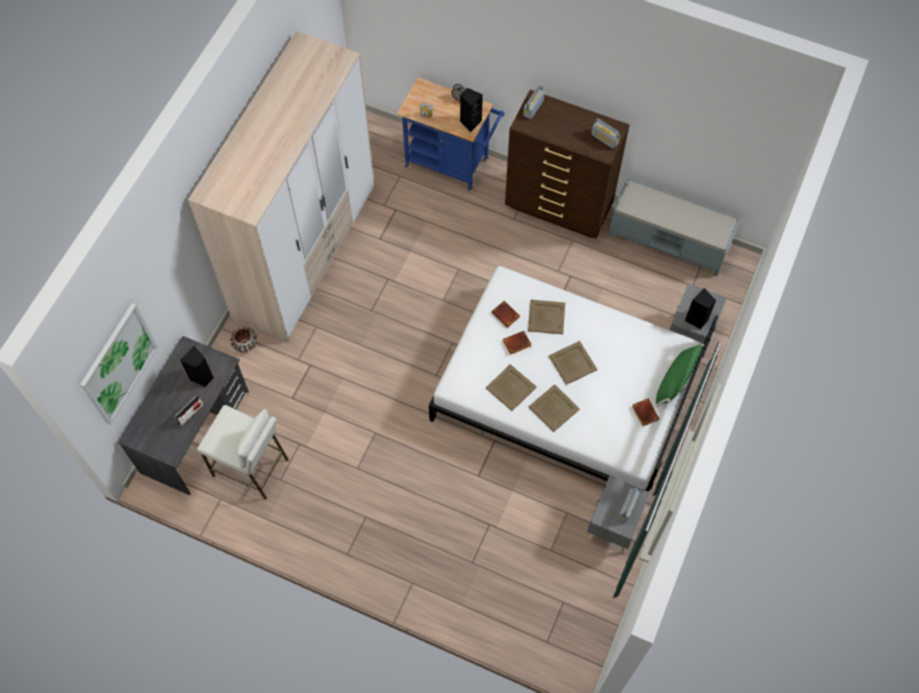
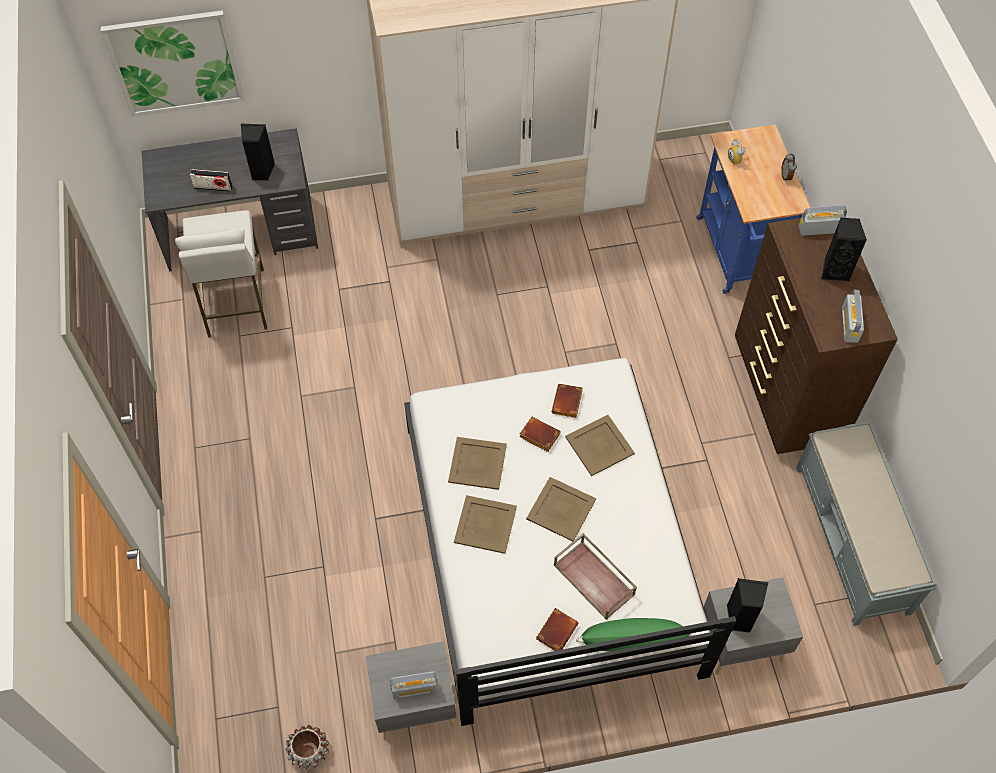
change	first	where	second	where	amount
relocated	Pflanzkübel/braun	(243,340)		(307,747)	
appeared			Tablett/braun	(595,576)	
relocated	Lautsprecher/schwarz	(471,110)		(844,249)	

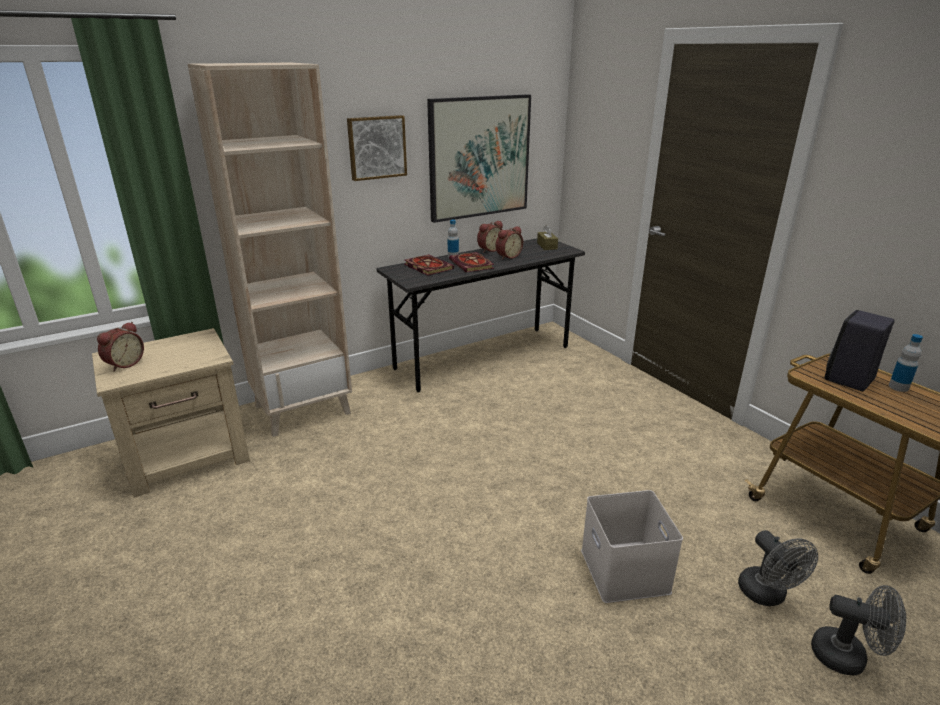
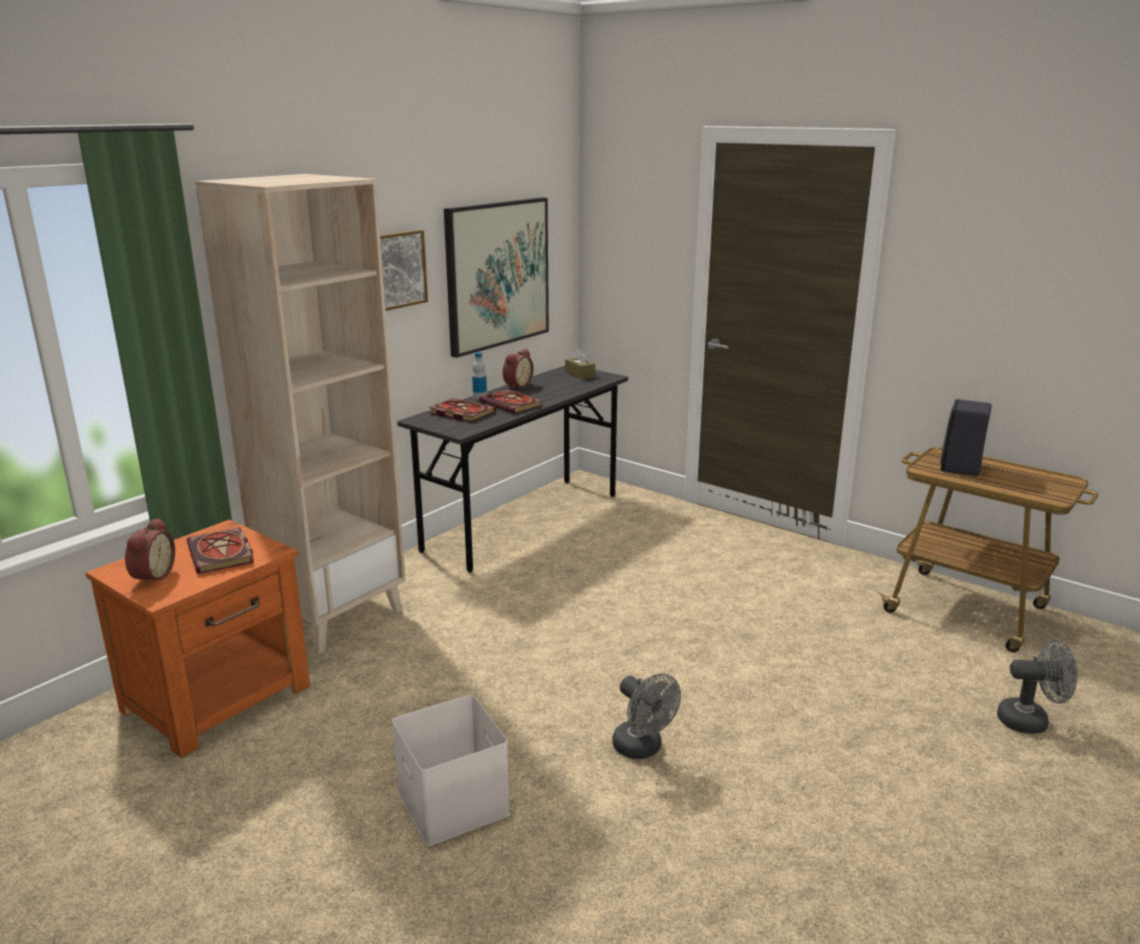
change	first	where	second	where	amount
colour	Nachttisch/beige	(171,412)	Nachttisch/orange	(198,638)	
appeared			Buch	(220,550)	
relocated	Aufbewahrungsbox/weiß	(632,546)		(451,770)	
relocated	Ventilator/grau	(778,568)		(646,716)	
missing	Wecker	(509,243)			
missing	Flasche	(906,363)			

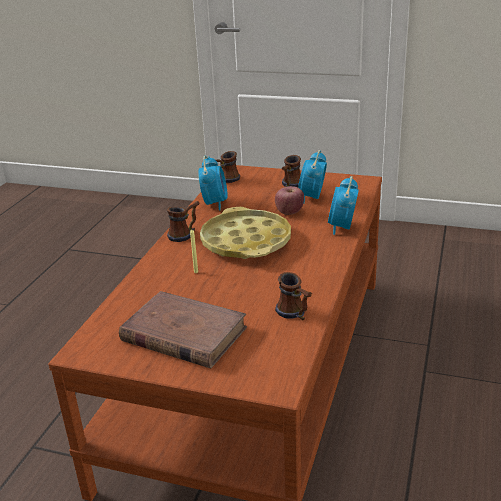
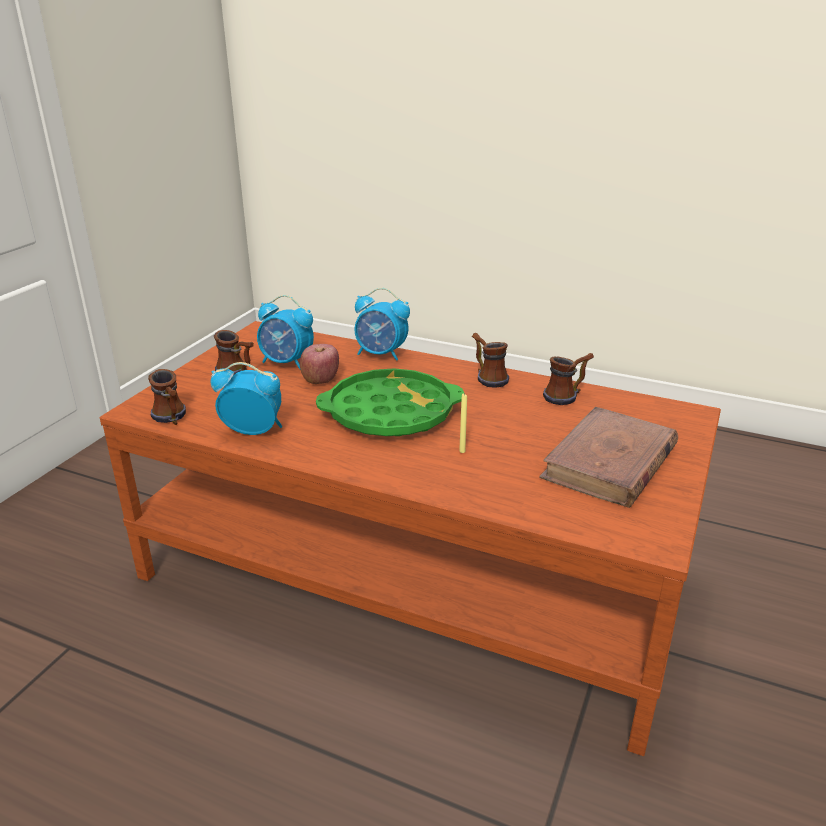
change	first	where	second	where	amount
colour	Tablett/gelb	(245,233)	Tablett/grün	(390,402)	
relocated	Henkelbecher	(183,221)		(490,360)	

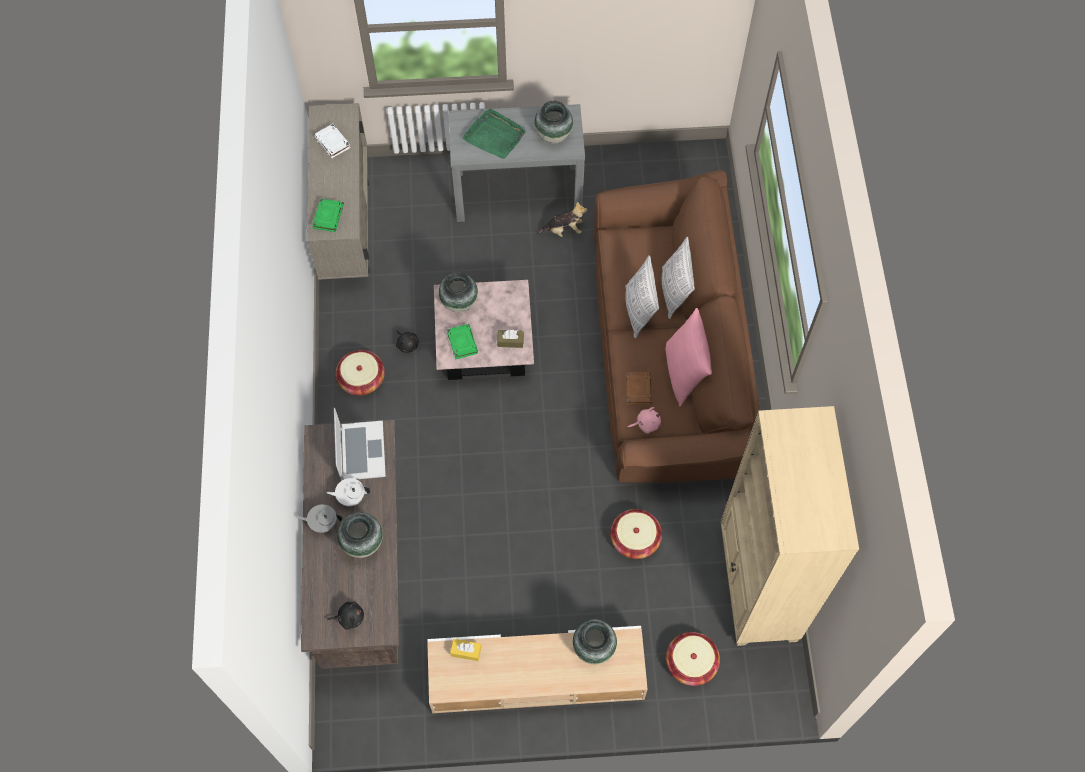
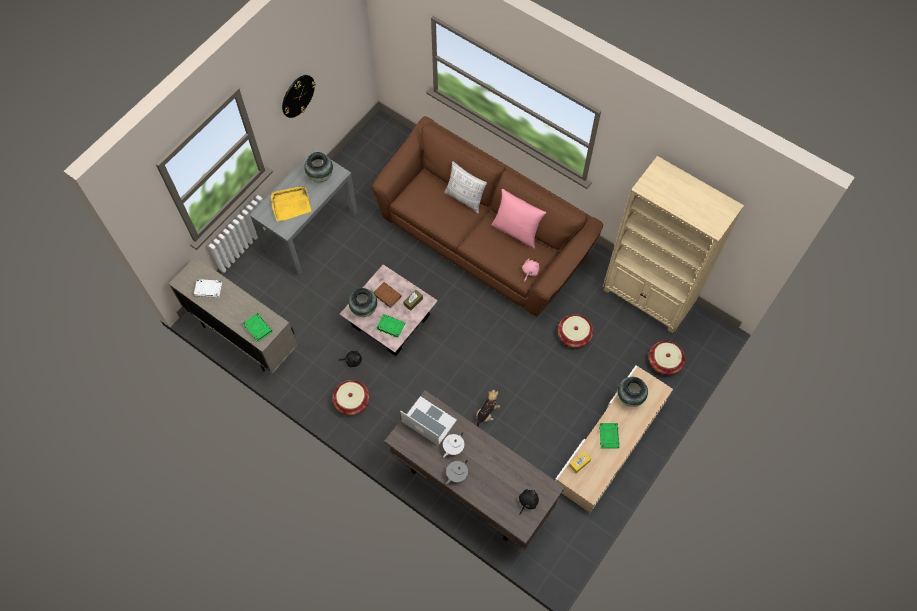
change	first	where	second	where	amount
colour	Tablett/grün	(494,134)	Tablett/gelb	(291,203)	
appeared			Wanduhr	(299,96)	
relocated	Buch/braun	(639,388)		(387,295)	
relocated	Plüschtier	(562,219)		(488,408)	
appeared			Buch/grün	(609,435)	
missing	Vase	(360,535)			
missing	Kissen	(642,297)			

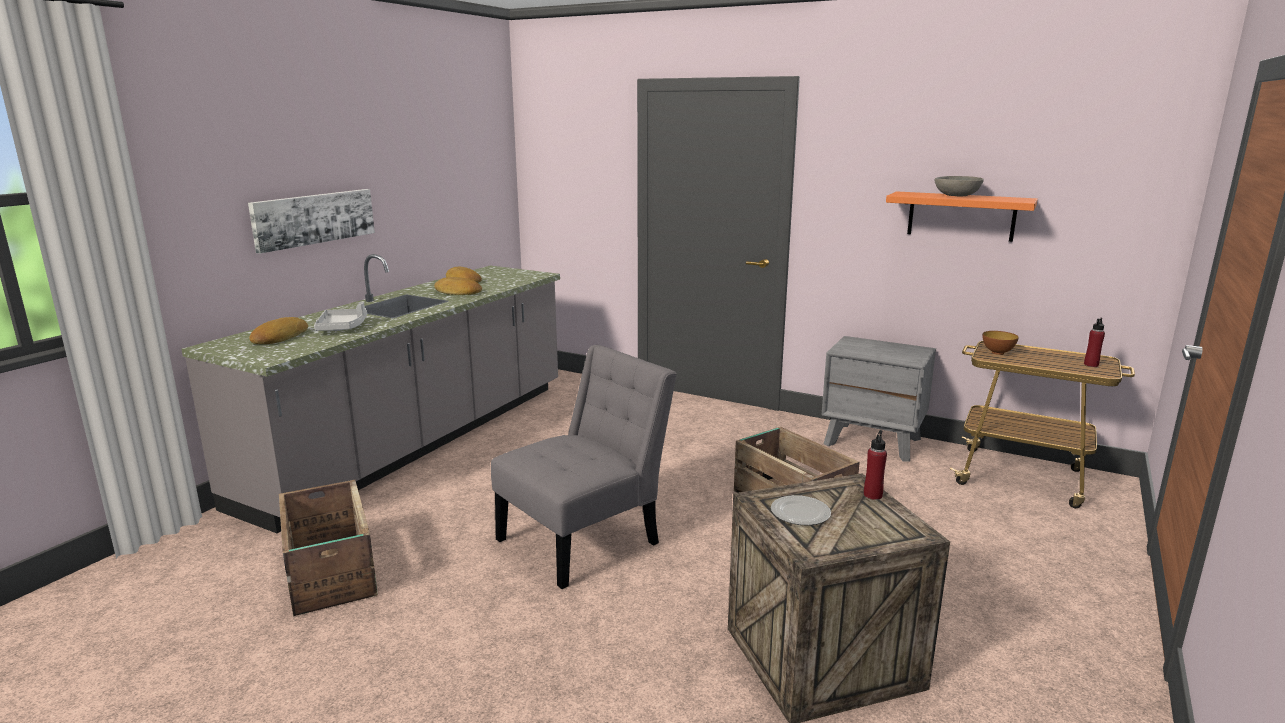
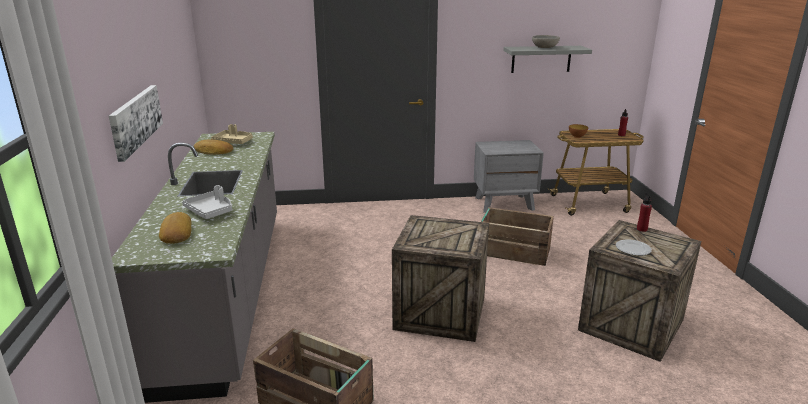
change	first	where	second	where	amount
appeared			Tablett/beige	(232,134)	
exchanged	Stuhl/grau	(584,467)	Kiste	(440,278)	
colour	Wandregal/orange	(962,216)	Wandregal/grau	(547,59)	
missing	Brot	(458,286)			

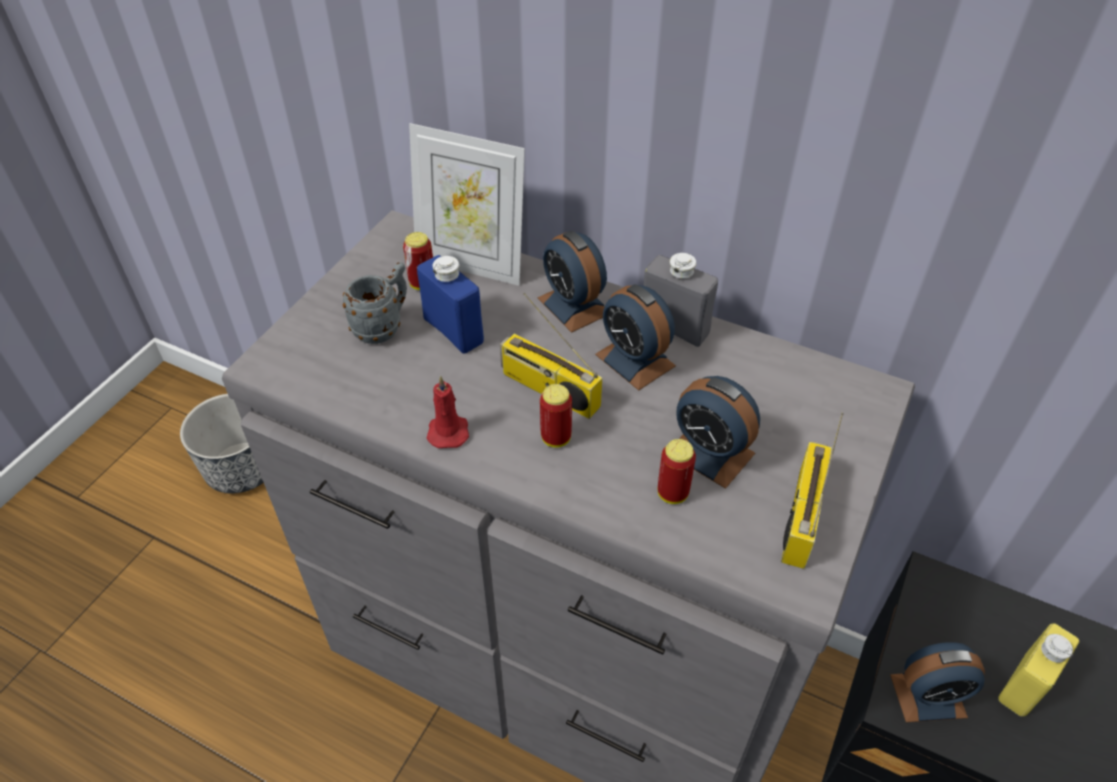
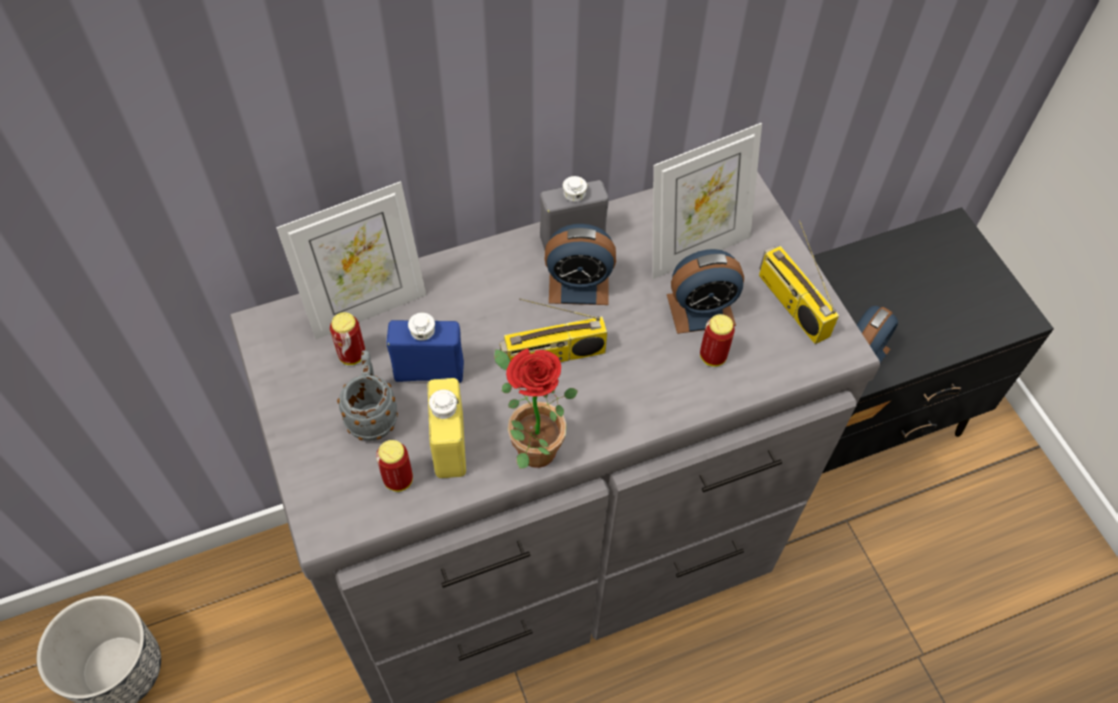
change	first	where	second	where	amount
relocated	Dose	(556,416)		(394,466)	
relocated	Flasche/gelb	(1038,670)		(446,428)	
exchanged	Kerze/rot	(448,412)	Topfpflanze	(536,409)	
appeared			Bilderrahmen	(707,201)	
missing	Wecker	(572,282)			

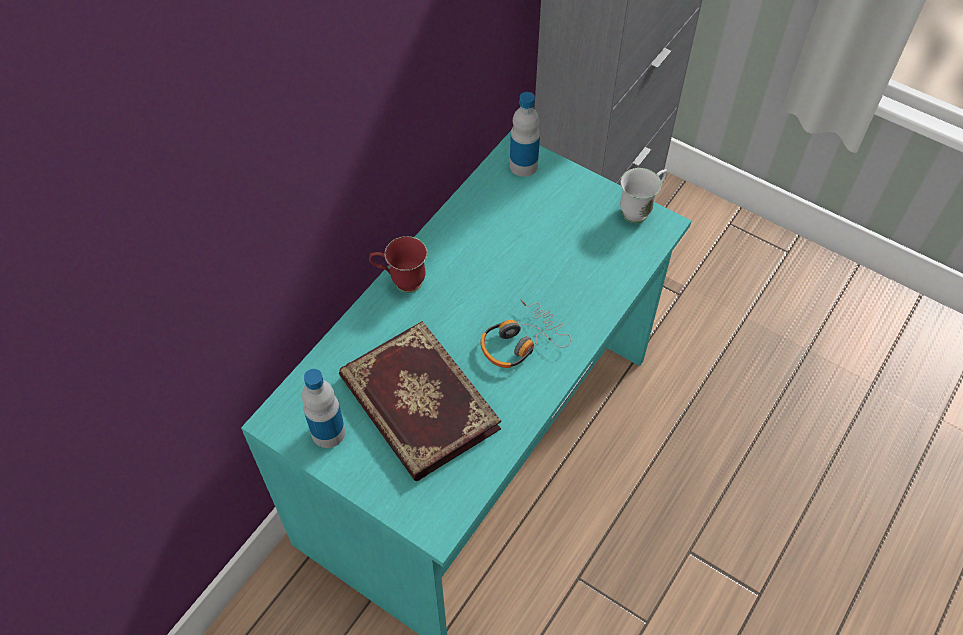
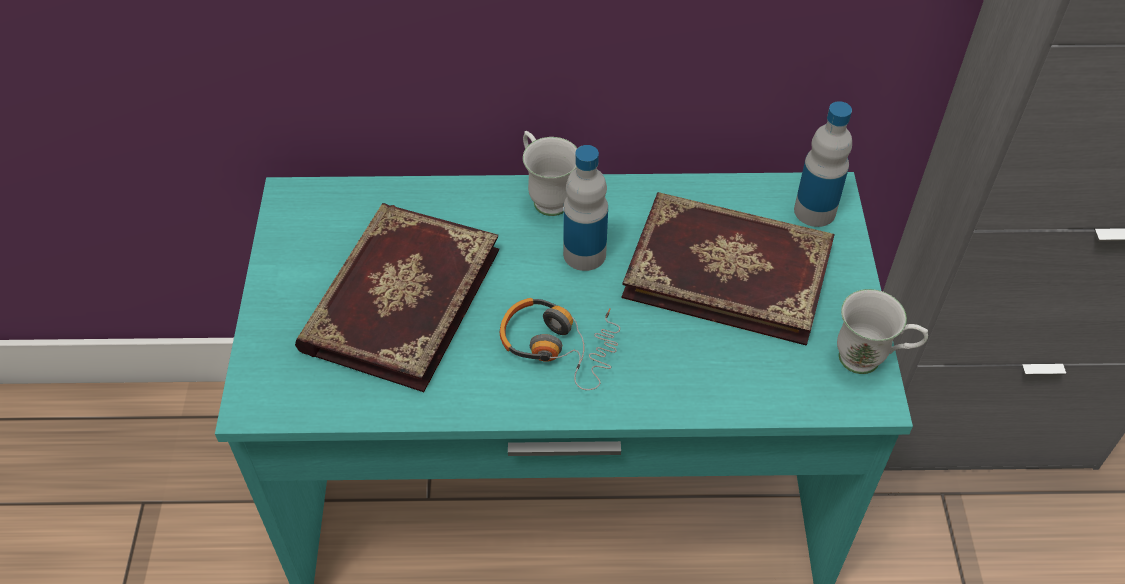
change	first	where	second	where	amount
colour	Henkelbecher/rot	(398,264)	Henkelbecher/weiß	(550,173)	
relocated	Flasche	(323,408)		(585,208)	
appeared			Buch	(728,269)	

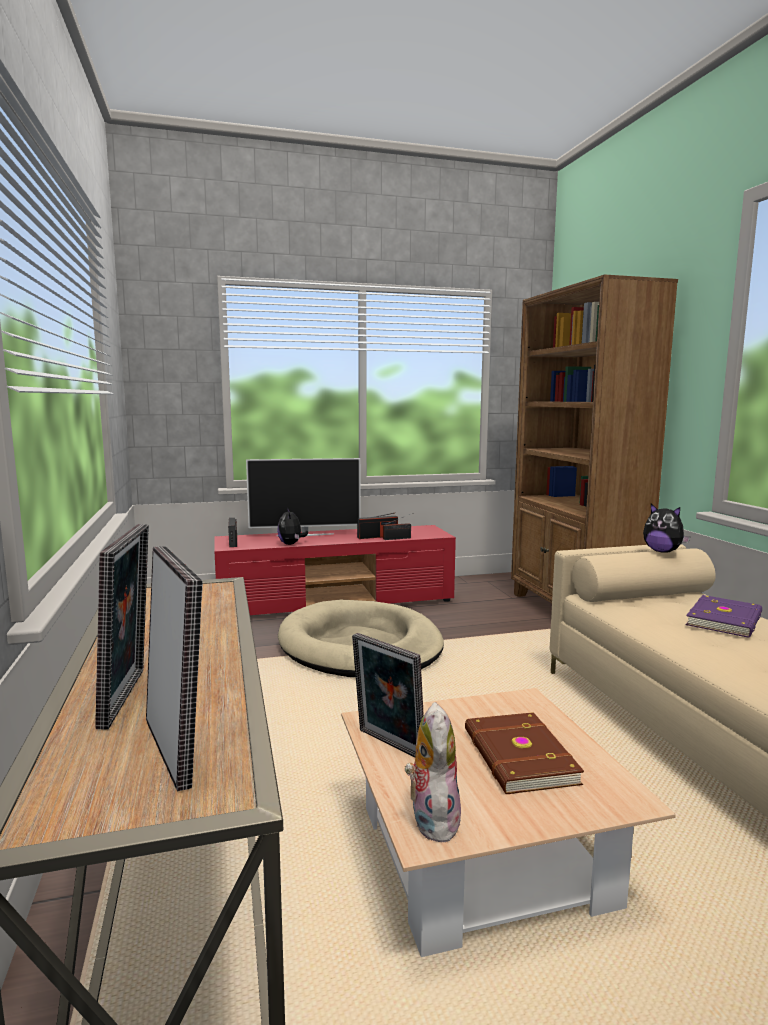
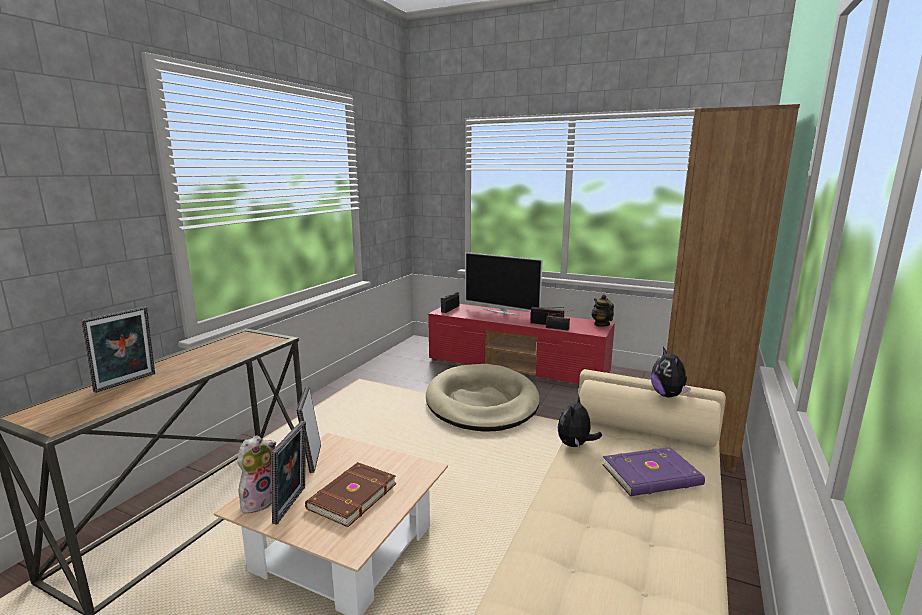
change	first	where	second	where	amount
relocated	Bilderrahmen	(174,668)		(288,472)	
relocated	Plüschtier	(292,526)		(579,420)	
appeared			Teekanne	(602,310)	

